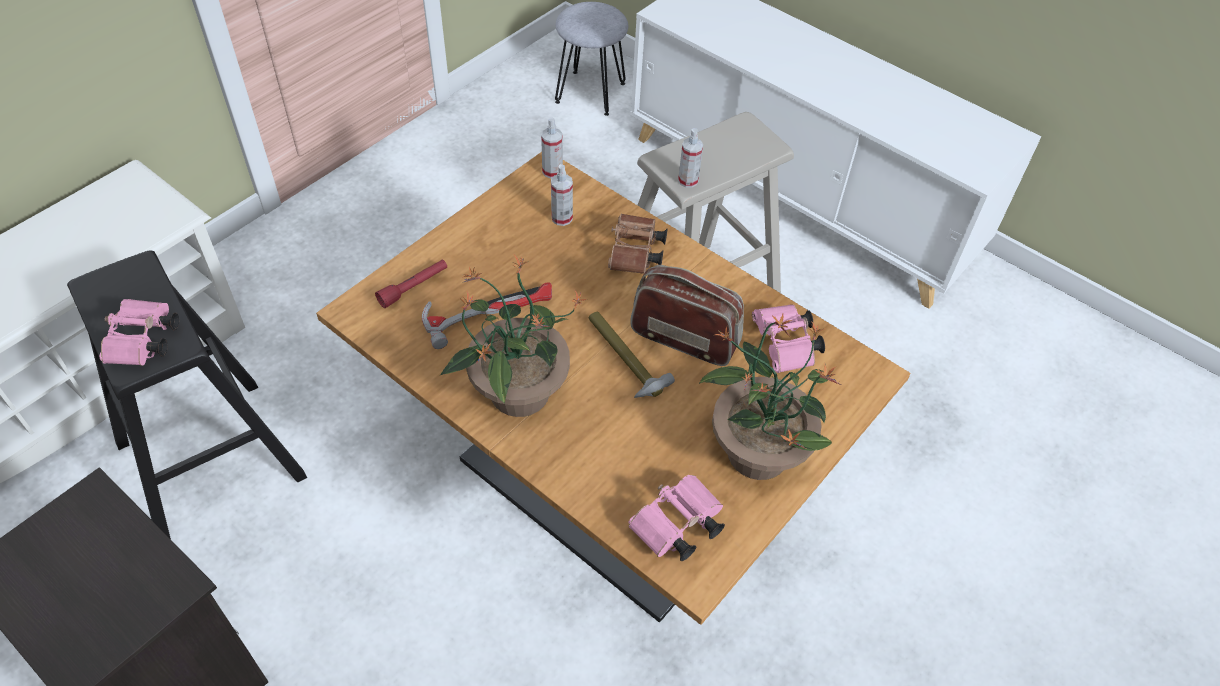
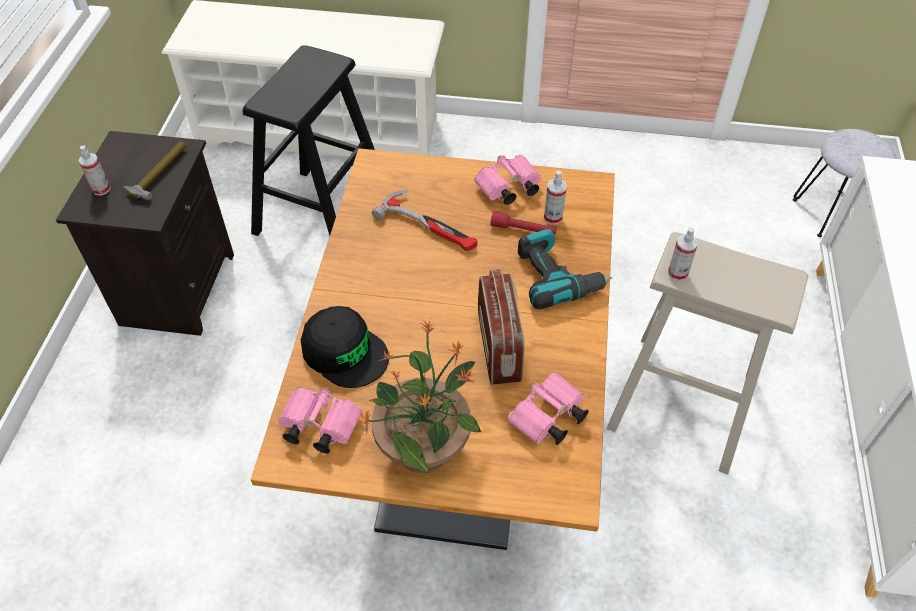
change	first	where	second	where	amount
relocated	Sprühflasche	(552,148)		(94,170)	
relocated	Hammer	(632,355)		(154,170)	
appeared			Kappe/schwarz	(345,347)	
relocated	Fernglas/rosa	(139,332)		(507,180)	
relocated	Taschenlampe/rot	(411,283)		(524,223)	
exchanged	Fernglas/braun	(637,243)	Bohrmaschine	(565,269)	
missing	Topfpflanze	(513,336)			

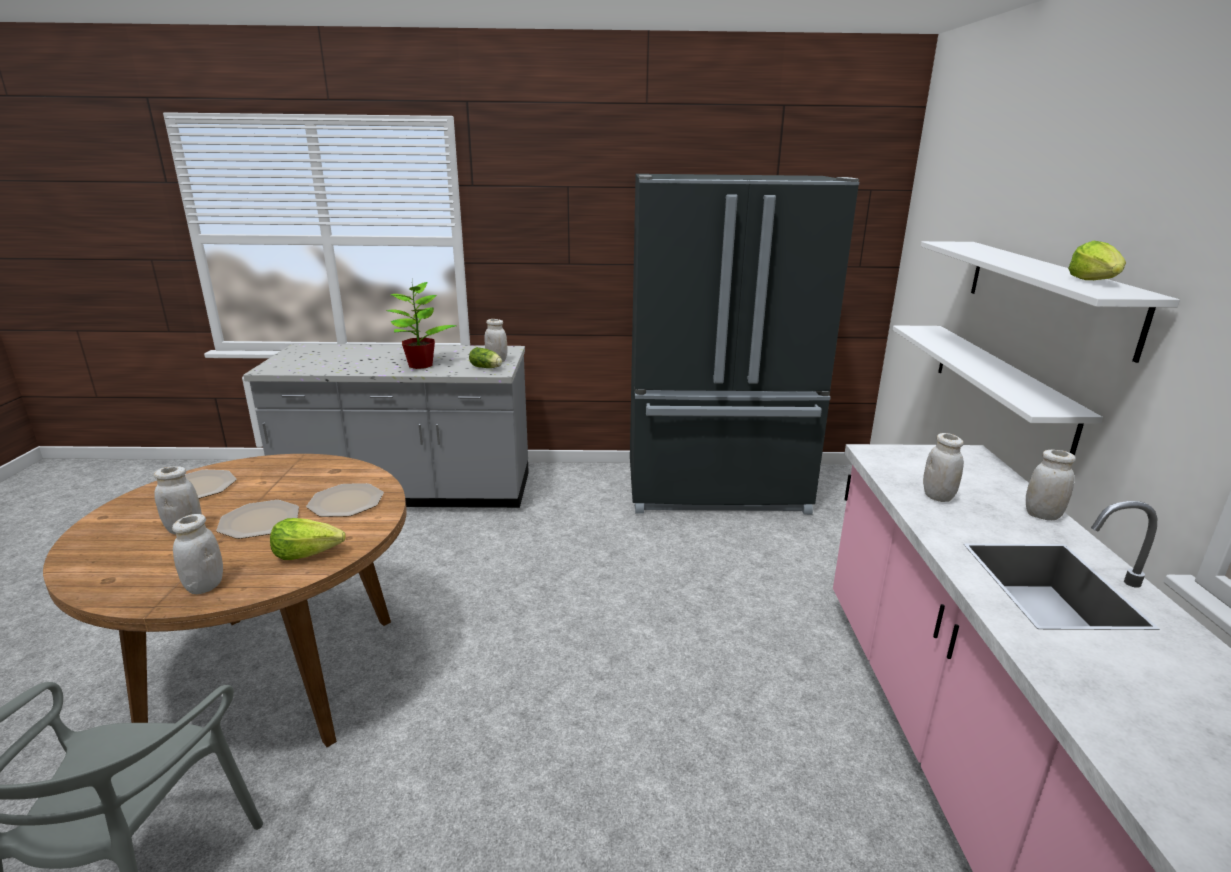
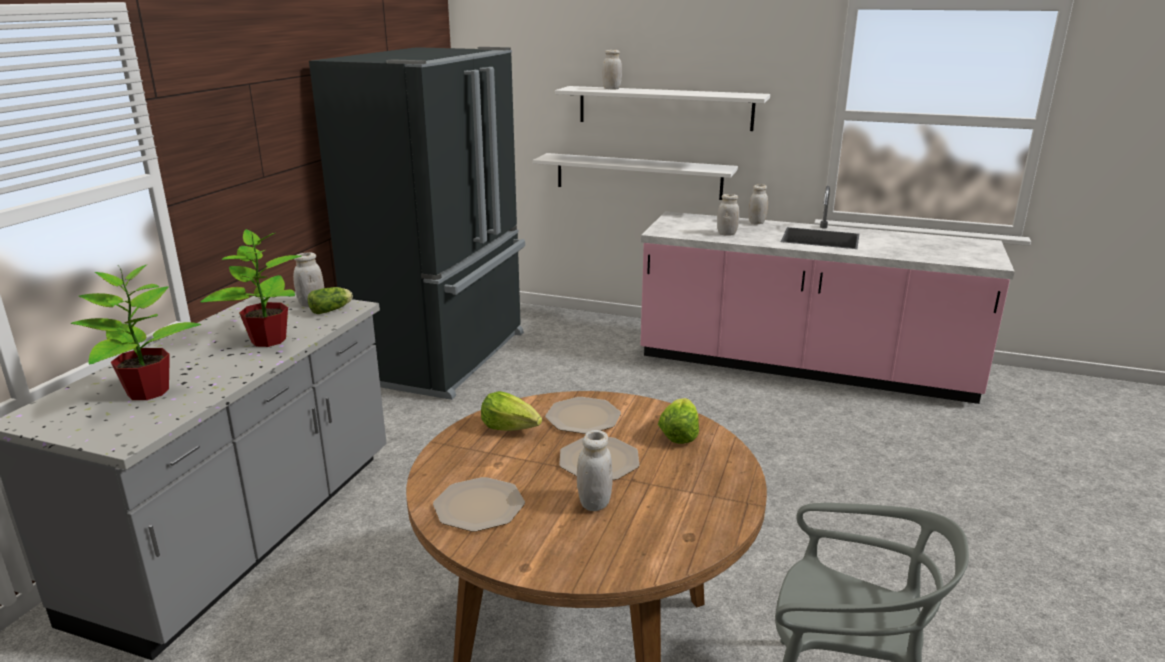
change	first	where	second	where	amount
appeared			Topfpflanze	(136,332)	
relocated	Salatkopf	(1097,260)		(511,411)	
relocated	Vorratsglas/weiß	(197,554)		(612,70)	

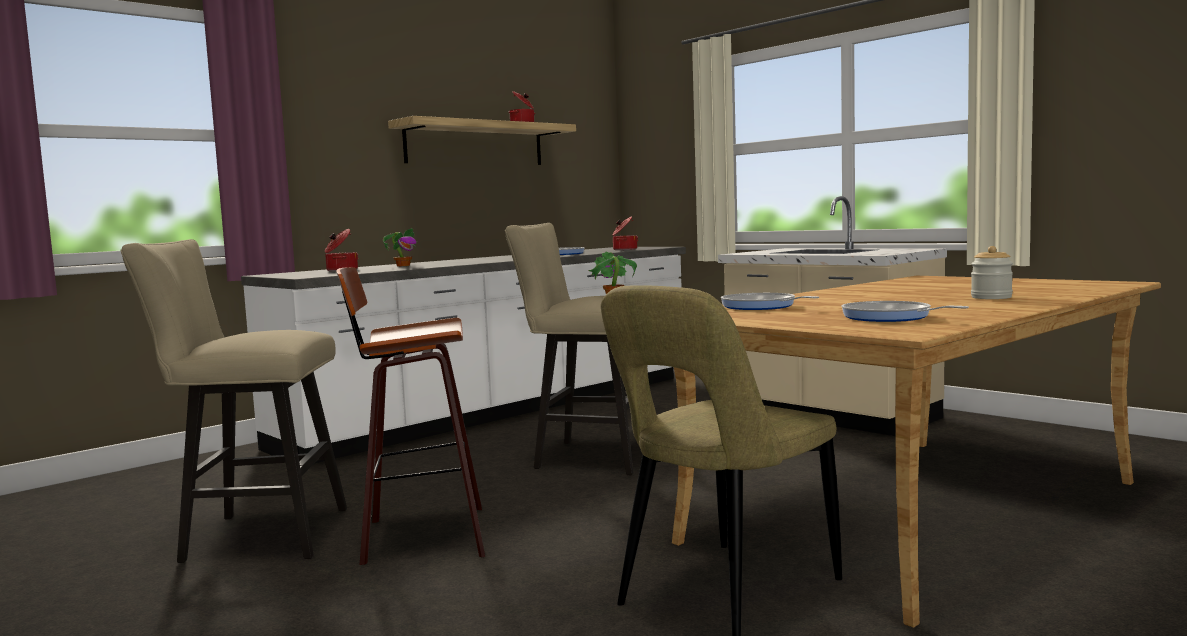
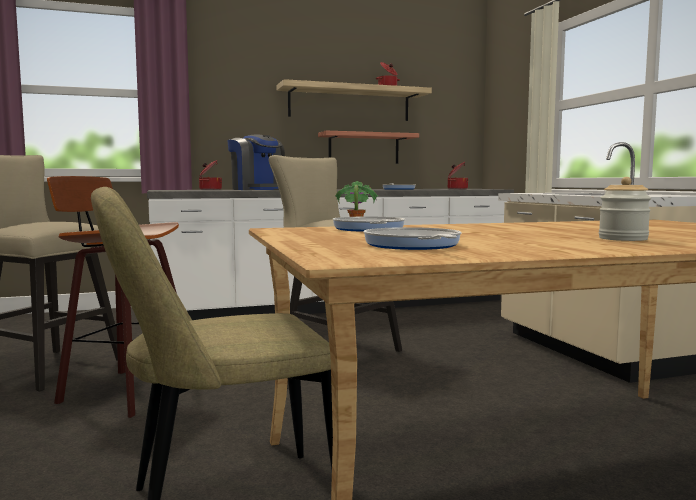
change	first	where	second	where	amount
exchanged	Topfpflanze	(400,247)	Kaffeemaschine	(256,162)	
appeared			Wandregal	(368,147)	

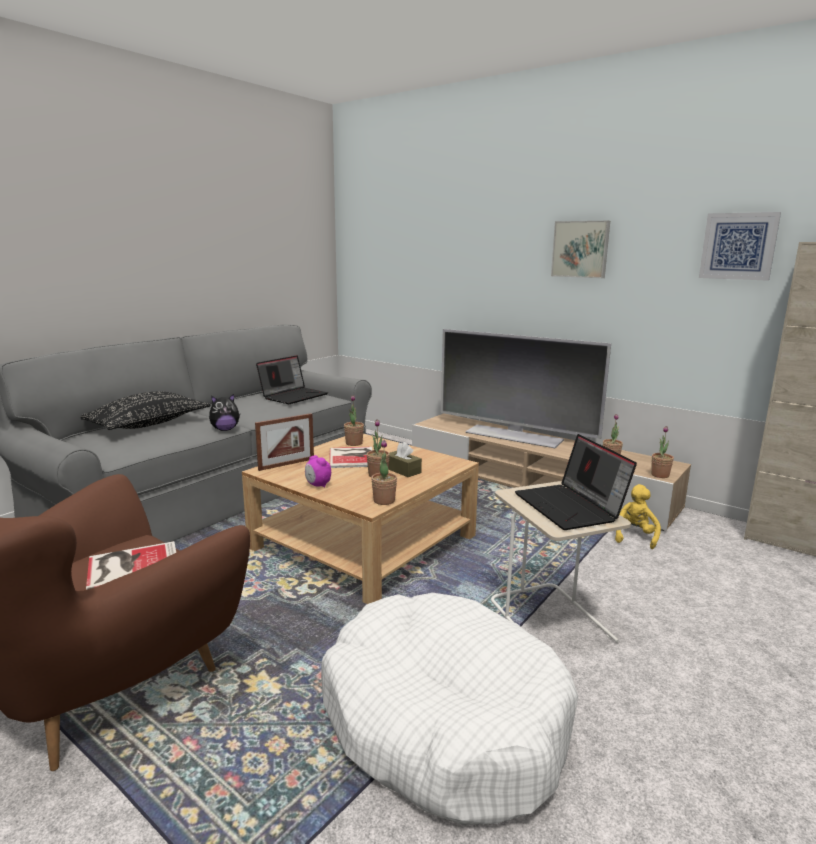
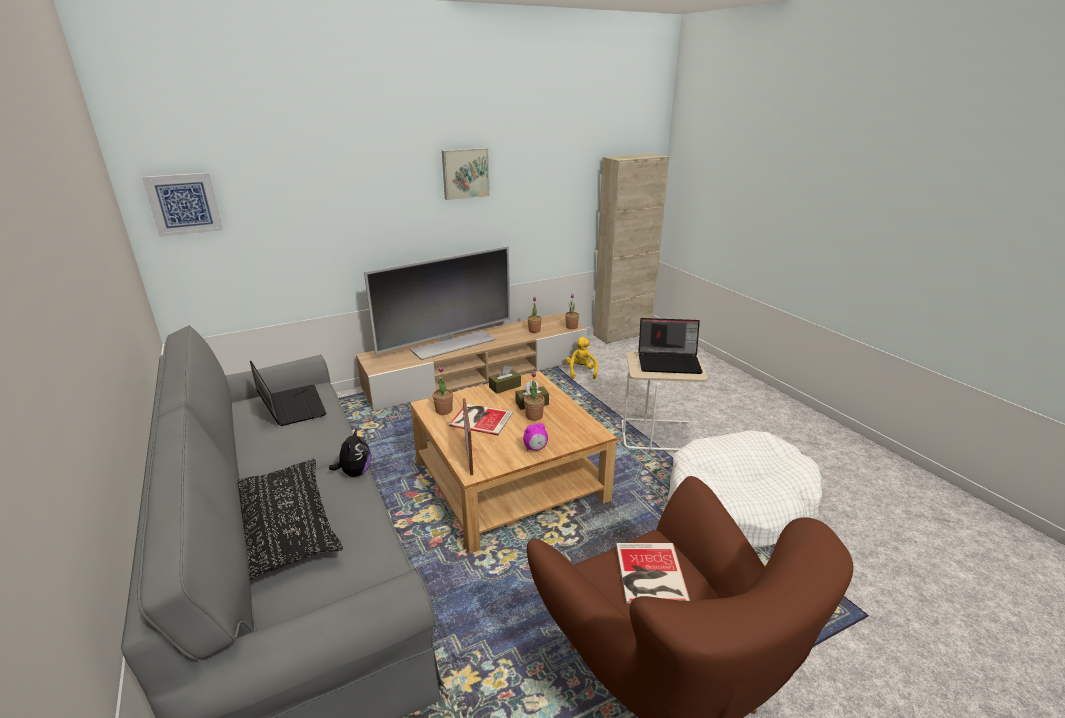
change	first	where	second	where	amount
relocated	Bild	(740,246)		(182,205)	
appeared			Taschentuchbox/braun	(505,379)	
spun	Plüschtier/gelb	(638,516)		(581,358)	45 degrees clockwise
missing	Topfpflanze	(384,472)			

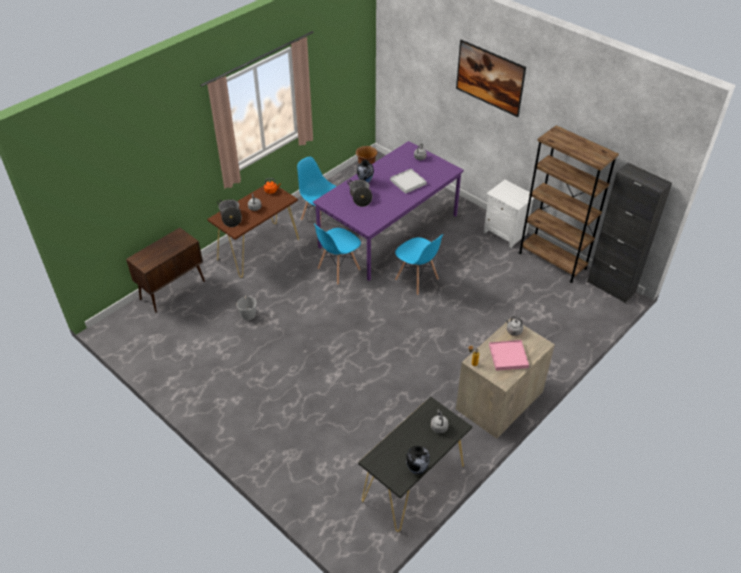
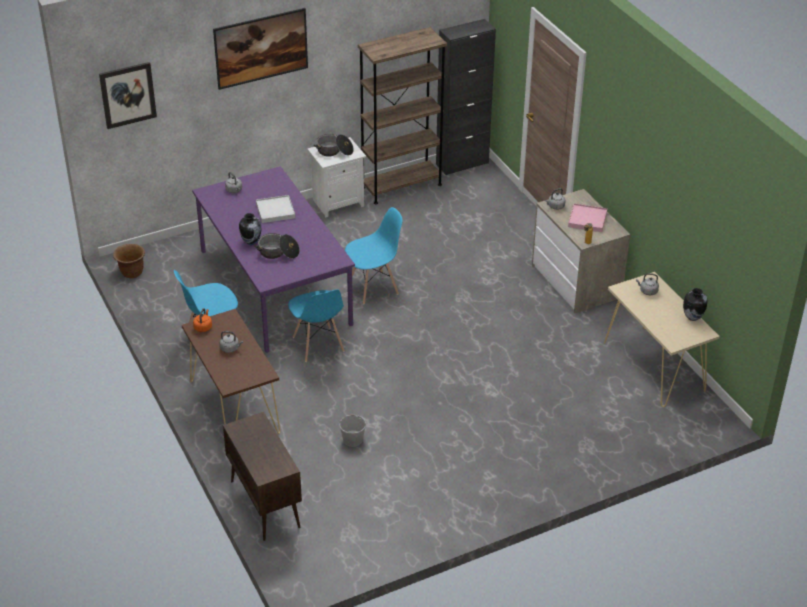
change	first	where	second	where	amount
appeared			Bild	(128,95)	
relocated	Kochtopf	(229,213)		(334,145)	
colour	Konsolentisch/schwarz	(415,464)	Konsolentisch/beige	(662,339)	

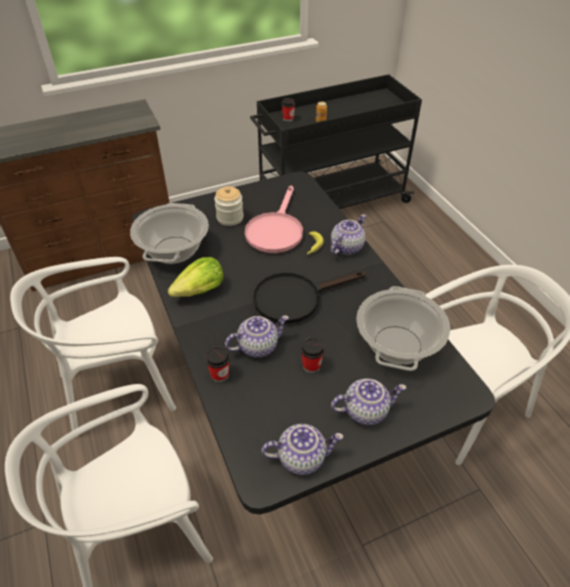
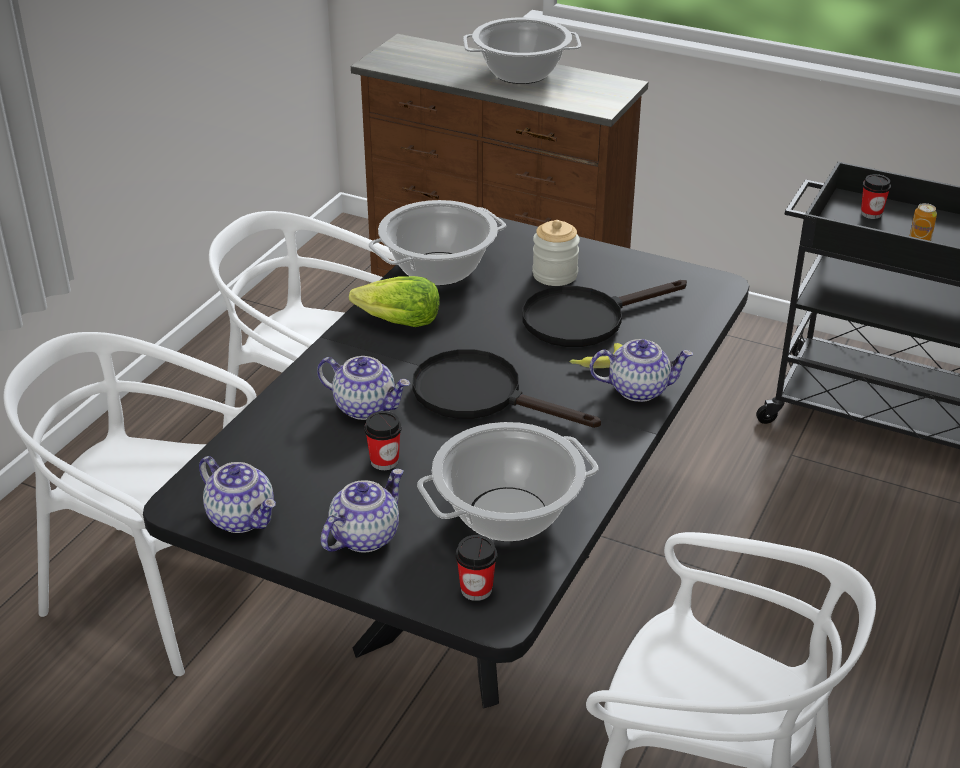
change	first	where	second	where	amount
spun	Teekanne	(368,402)		(362,510)	90 degrees counterclockwise
relocated	Tasse	(217,364)		(476,568)	
appeared			Kochtopf	(522,50)	
colour	Pfanne/rosa	(274,219)	Pfanne/schwarz	(604,313)	

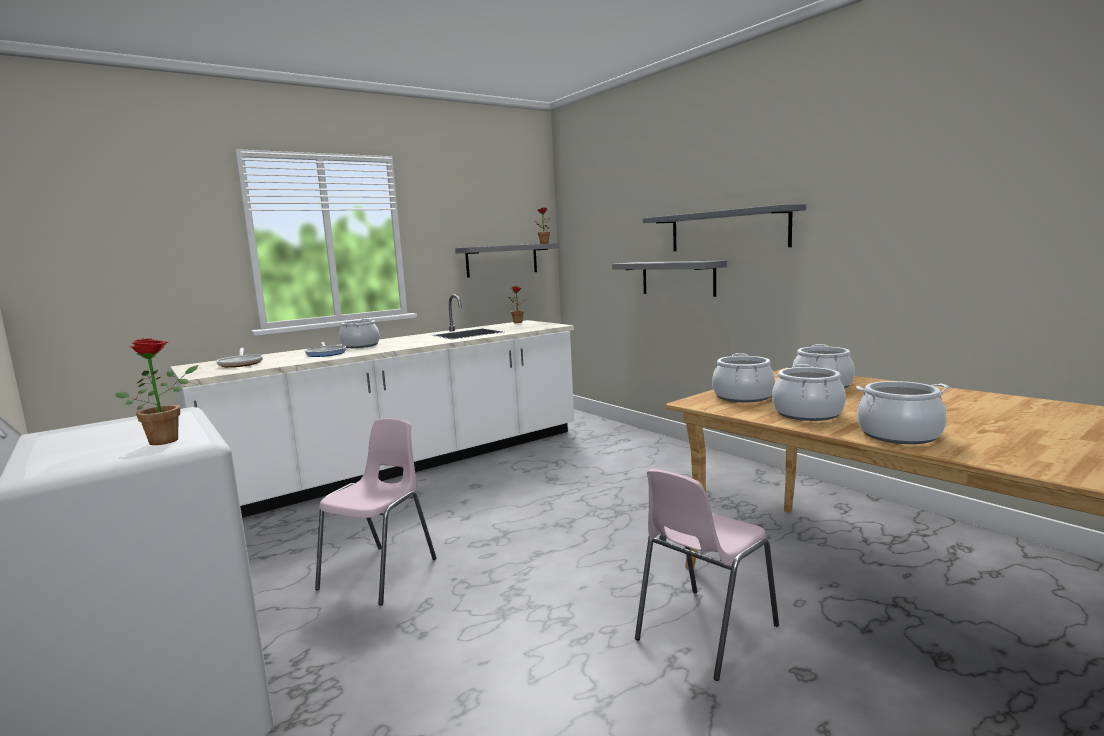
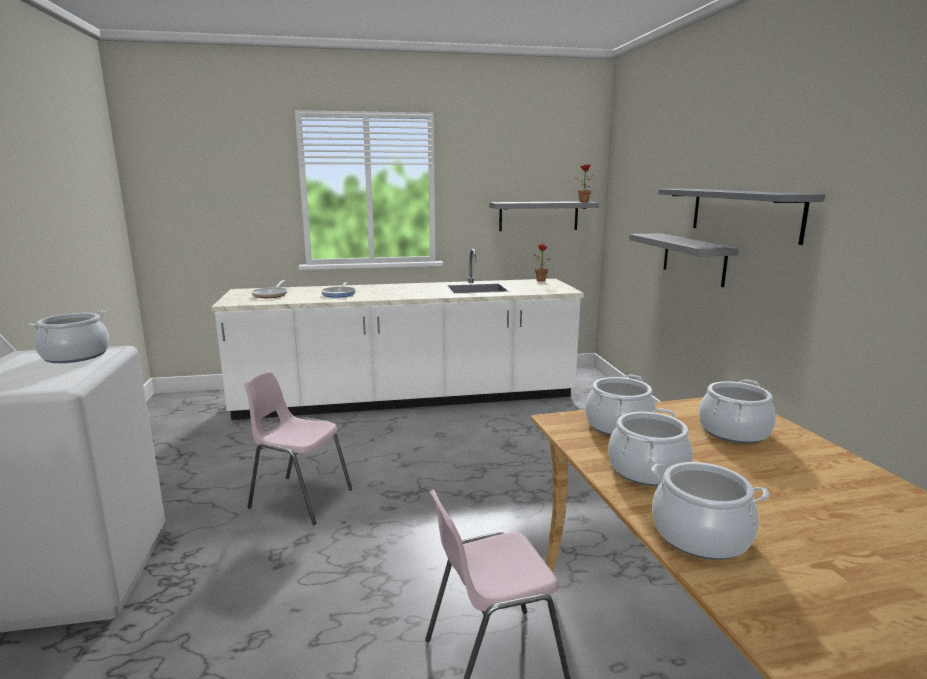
change	first	where	second	where	amount
relocated	Kochtopf	(359,333)		(68,336)	
spun	Stuhl/rosa	(375,512)		(298,448)	120 degrees counterclockwise
missing	Topfpflanze	(156,391)			

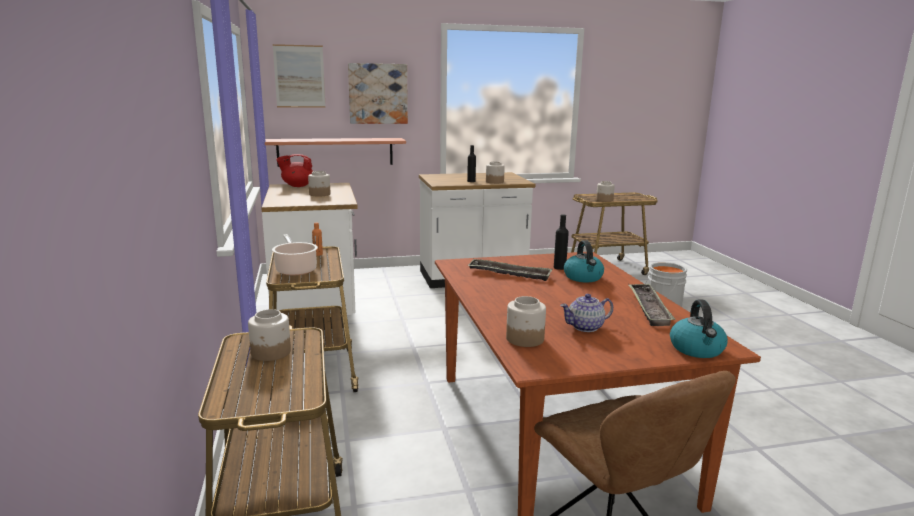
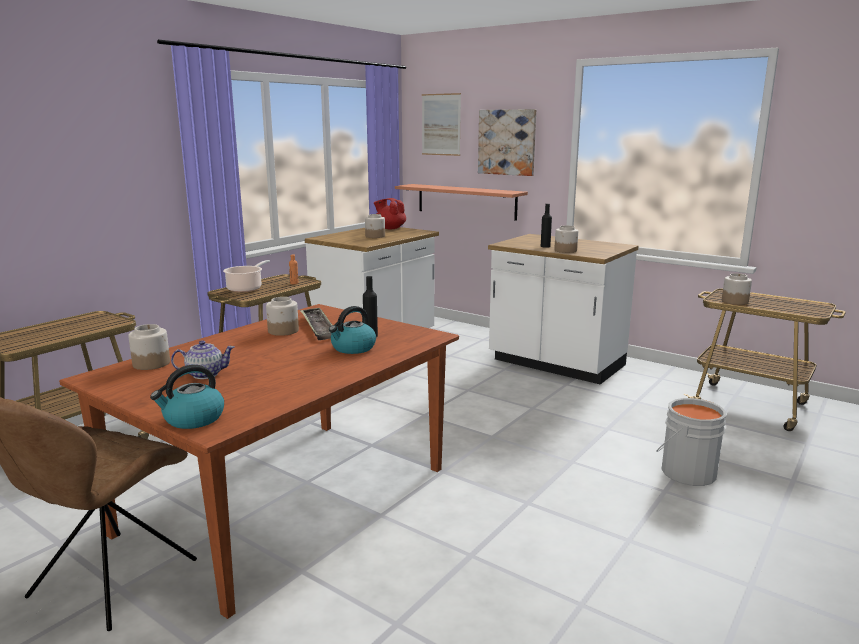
change	first	where	second	where	amount
spun	Teekanne	(586,313)		(202,359)	135 degrees clockwise
relocated	Vorratsglas	(269,335)		(282,316)	
missing	Tablett	(652,304)			

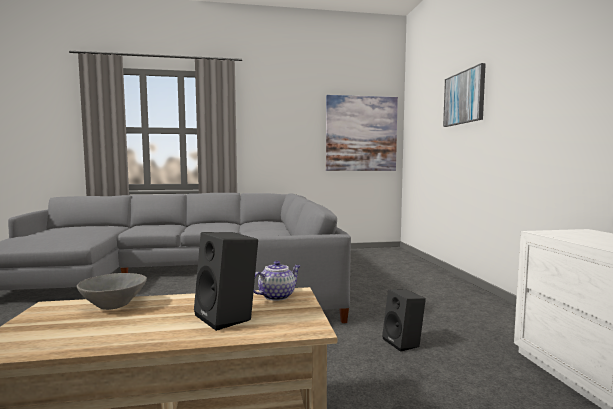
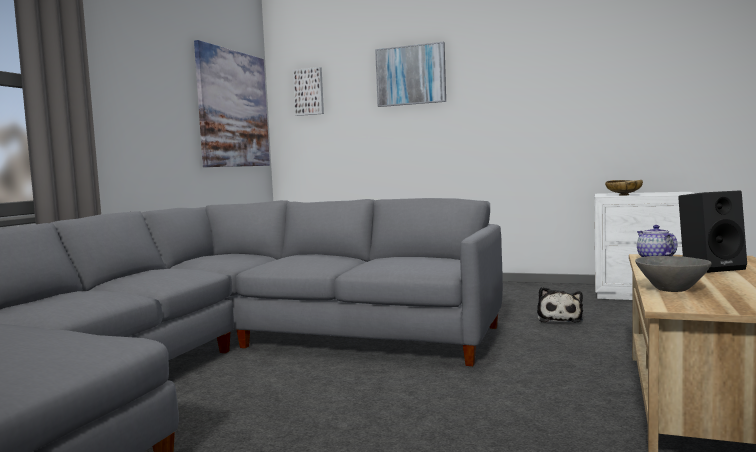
change	first	where	second	where	amount
appeared			Bild	(308,91)	
exchanged	Lautsprecher/schwarz	(404,320)	Plüschtier	(560,304)	
appeared			Schüssel/beige	(624,188)	

